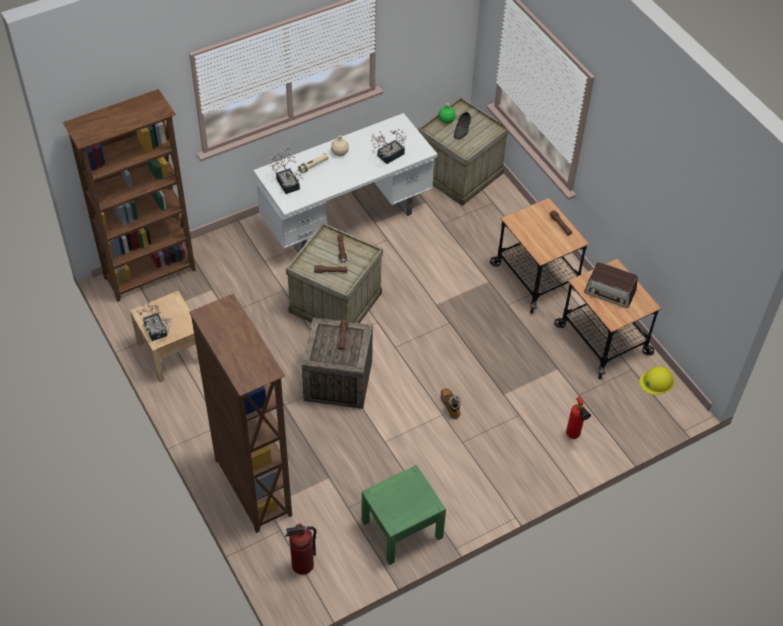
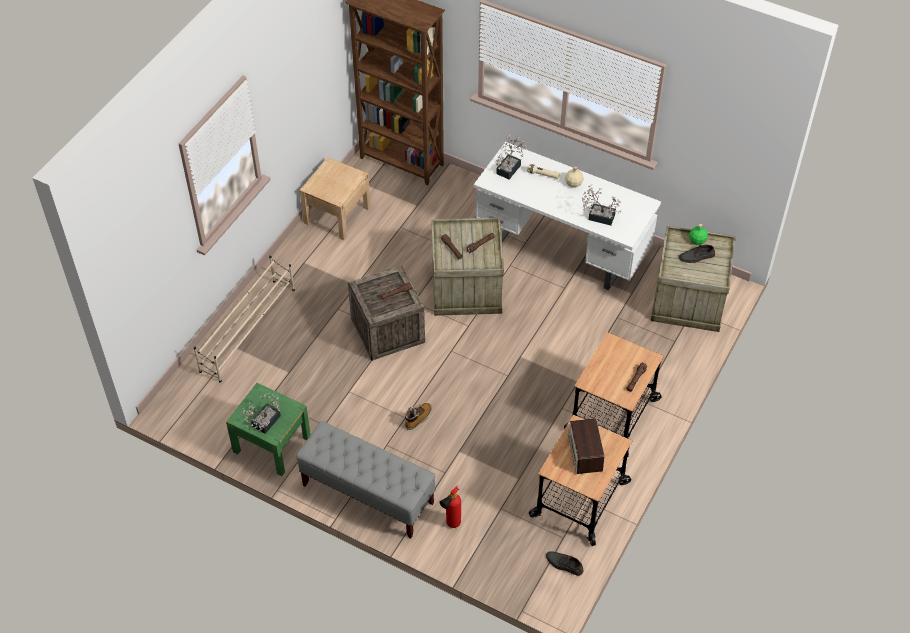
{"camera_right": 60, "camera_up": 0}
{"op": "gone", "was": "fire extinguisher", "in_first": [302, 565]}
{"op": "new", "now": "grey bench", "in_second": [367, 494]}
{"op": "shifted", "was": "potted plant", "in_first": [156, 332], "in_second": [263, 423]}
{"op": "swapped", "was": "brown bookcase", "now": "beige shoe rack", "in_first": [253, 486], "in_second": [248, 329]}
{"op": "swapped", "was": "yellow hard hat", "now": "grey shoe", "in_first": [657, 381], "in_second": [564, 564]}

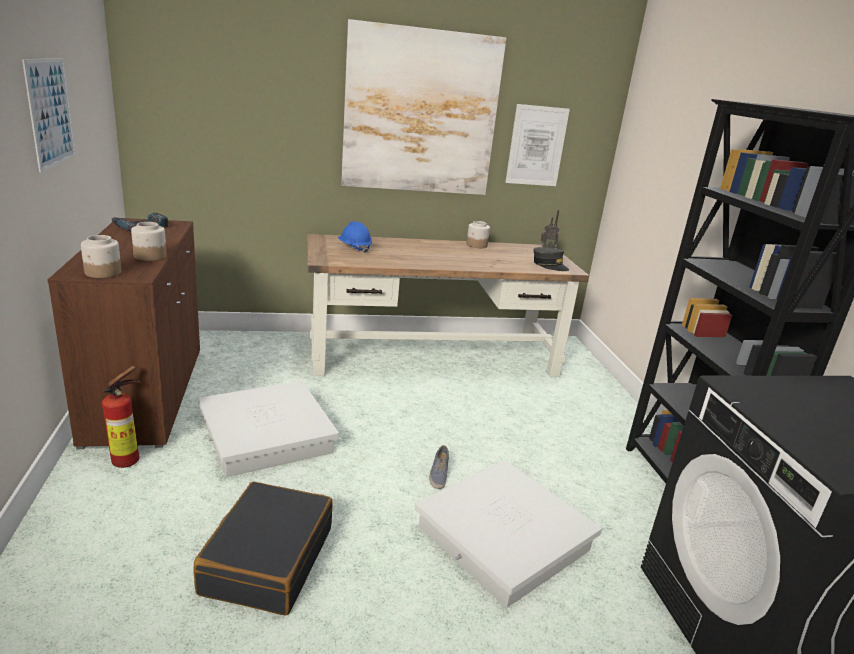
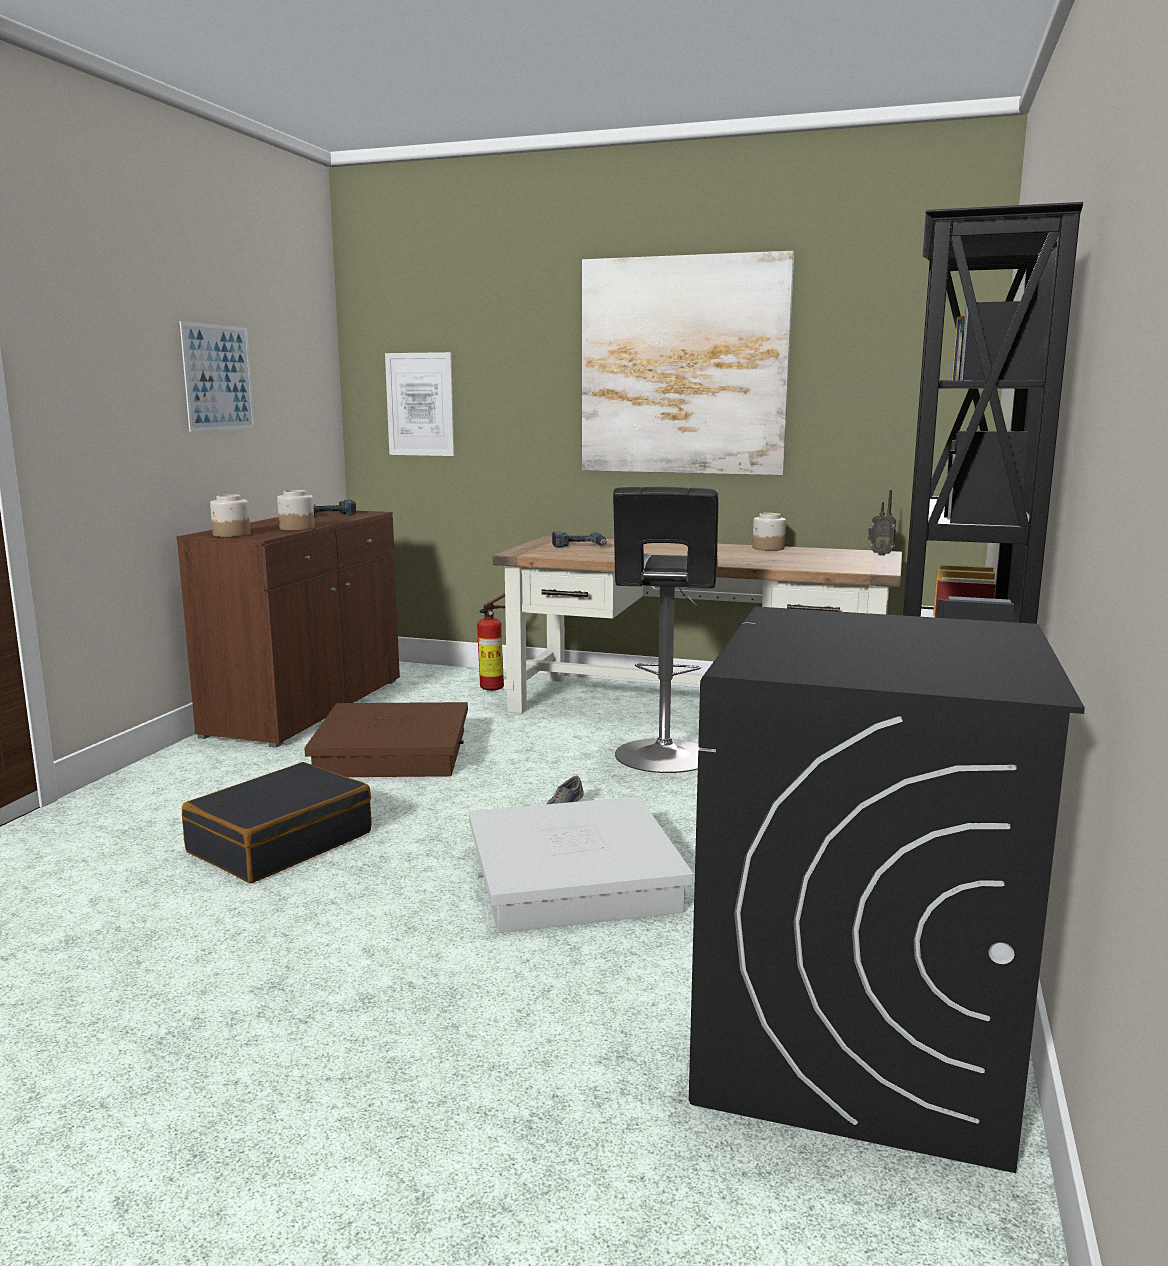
{"camera_right": 30, "camera_up": -10}
{"op": "gone", "was": "grey cap", "in_first": [549, 265]}
{"op": "new", "now": "black stool", "in_second": [663, 758]}
{"op": "shifted", "was": "fire extinguisher", "in_first": [130, 460], "in_second": [496, 688]}
{"op": "shifted", "was": "picture", "in_first": [536, 146], "in_second": [420, 404]}
{"op": "swapped", "was": "blue hard hat", "now": "power drill", "in_first": [354, 248], "in_second": [580, 546]}
{"op": "repainted", "was": "white storage box", "now": "brown storage box", "in_first": [267, 436], "in_second": [392, 753]}

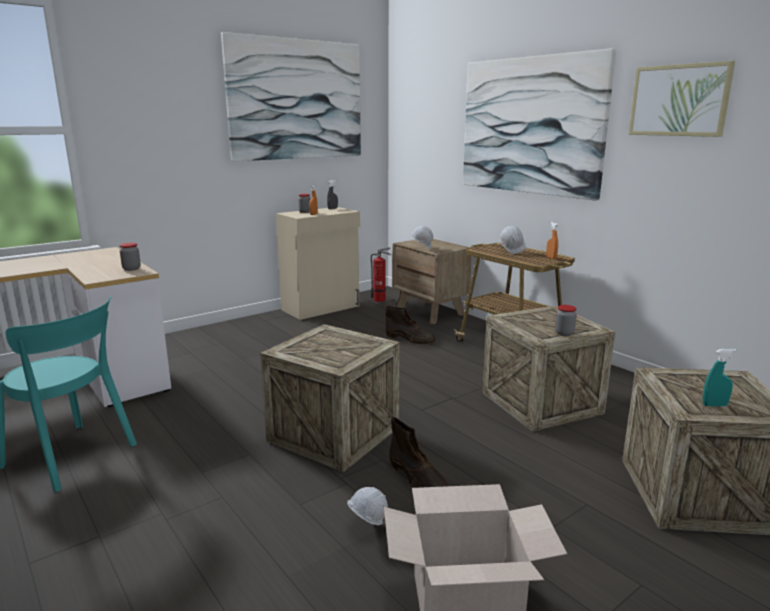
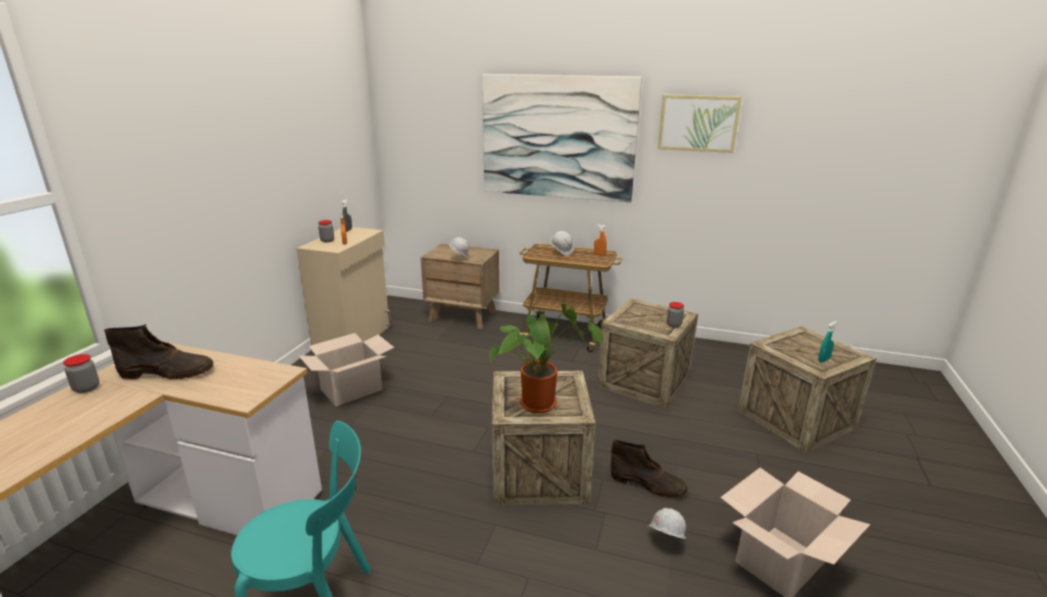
{"camera_right": -35, "camera_up": 5}
{"op": "gone", "was": "picture", "in_first": [296, 100]}
{"op": "gone", "was": "fire extinguisher", "in_first": [381, 300]}
{"op": "new", "now": "cardboard box", "in_second": [351, 390]}
{"op": "new", "now": "potted plant", "in_second": [541, 402]}
{"op": "shifted", "was": "jar", "in_first": [131, 269], "in_second": [86, 388]}
{"op": "shifted", "was": "brown boot", "in_first": [410, 339], "in_second": [168, 373]}

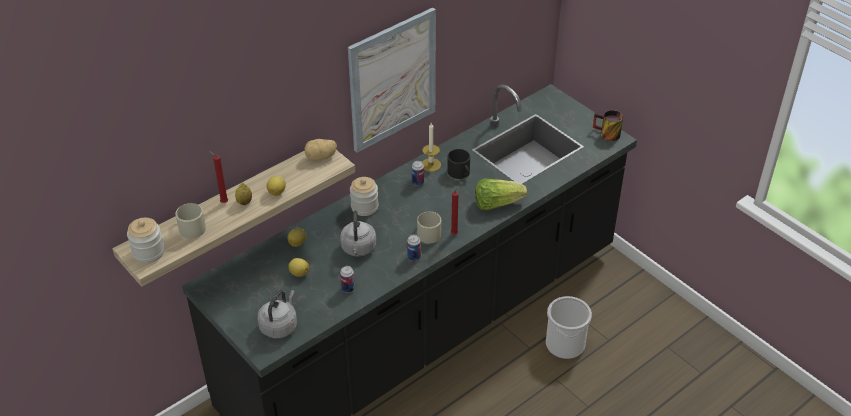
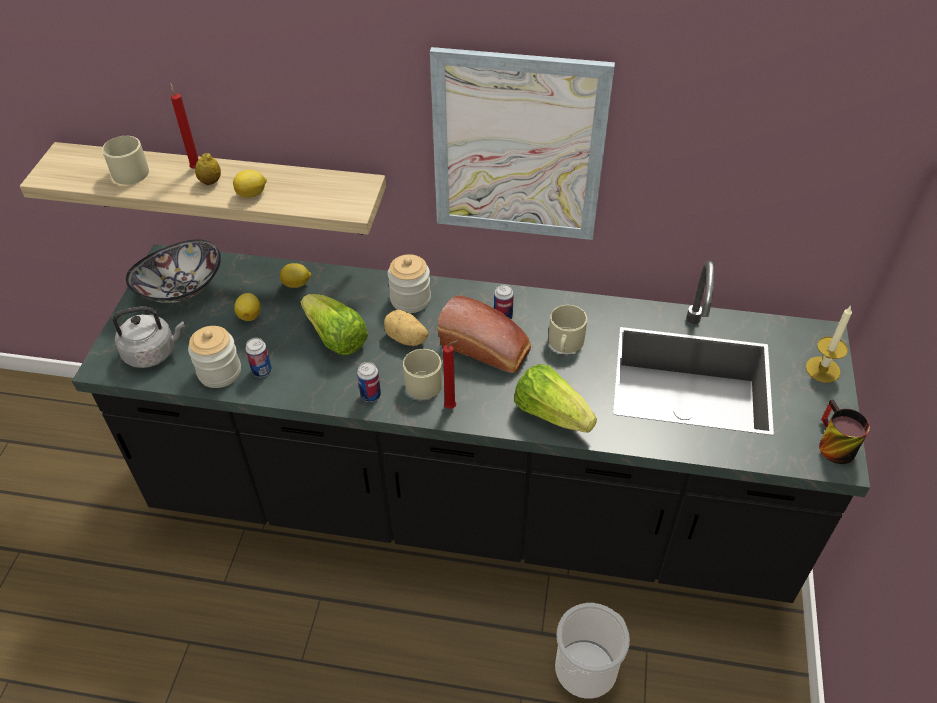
{"camera_right": 50, "camera_up": 5}
{"op": "new", "now": "bowl", "in_second": [181, 289]}
{"op": "new", "now": "bread", "in_second": [487, 349]}
{"op": "shifted", "was": "jar", "in_first": [148, 252], "in_second": [219, 372]}
{"op": "shifted", "was": "potato", "in_first": [321, 157], "in_second": [406, 339]}
{"op": "shifted", "was": "candle", "in_first": [431, 165], "in_second": [822, 369]}
{"op": "swapped", "was": "grey kettle", "now": "lettuce", "in_first": [358, 249], "in_second": [335, 338]}
{"op": "repainted", "was": "black mug", "now": "beige mug", "in_first": [460, 173], "in_second": [565, 343]}

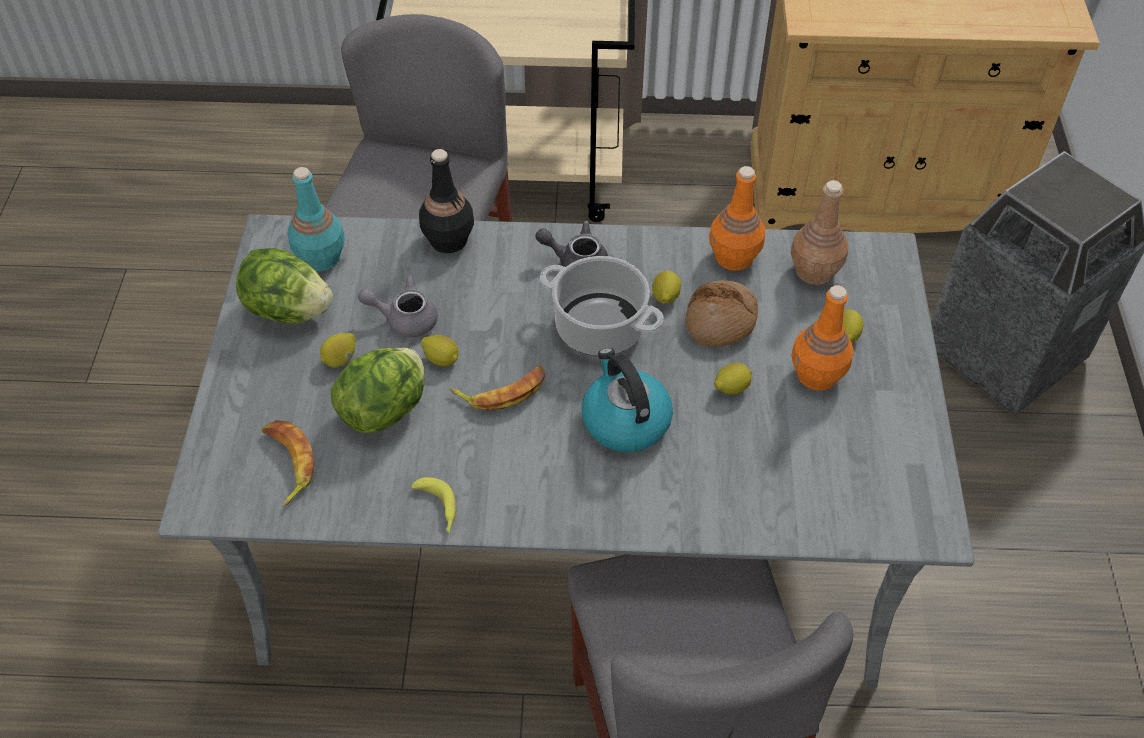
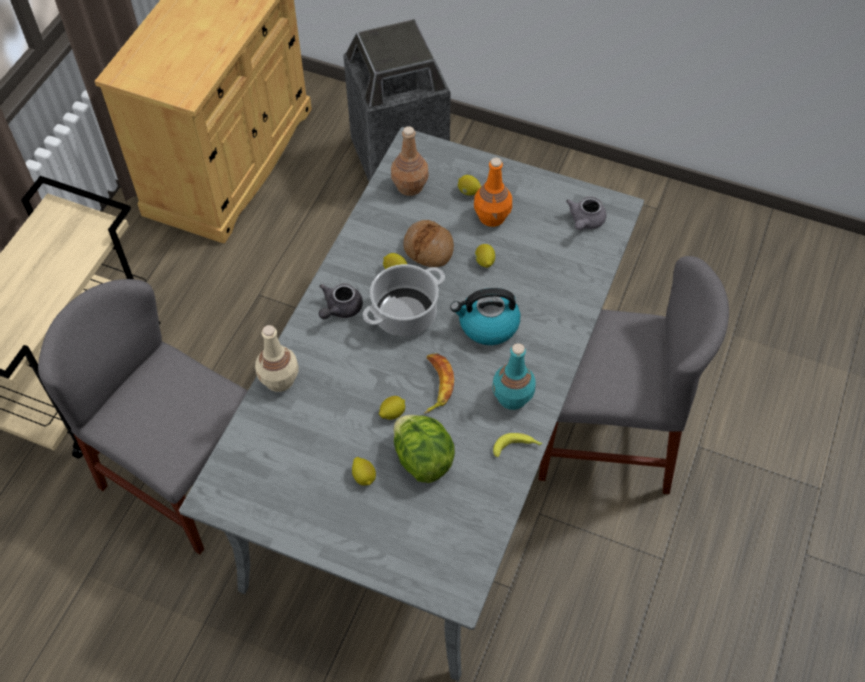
{"camera_right": -70, "camera_up": 5}
{"op": "gone", "was": "lettuce", "in_first": [288, 310]}
{"op": "gone", "was": "banana", "in_first": [287, 463]}
{"op": "gone", "was": "orange bottle", "in_first": [734, 257]}
{"op": "shifted", "was": "turquoise bottle", "in_first": [320, 258], "in_second": [512, 397]}
{"op": "shifted", "was": "grey teapot", "in_first": [404, 319], "in_second": [585, 222]}
{"op": "repainted", "was": "black bottle", "now": "beige bottle", "in_first": [448, 240], "in_second": [280, 380]}

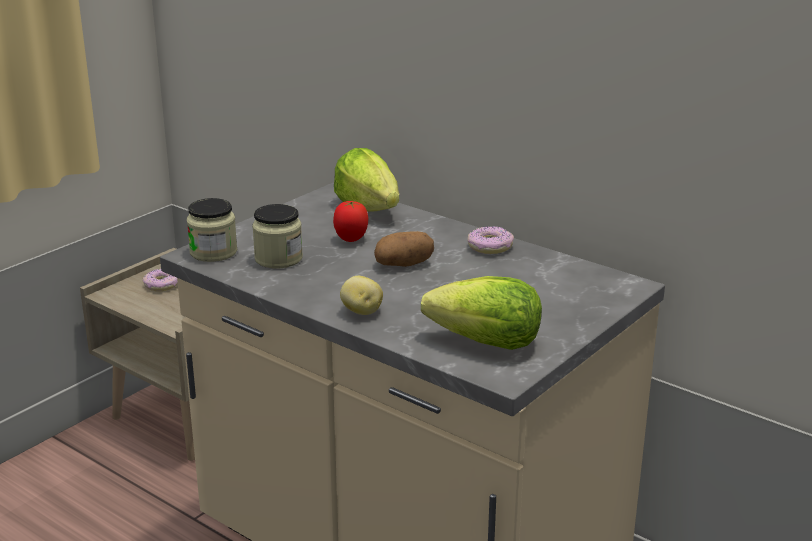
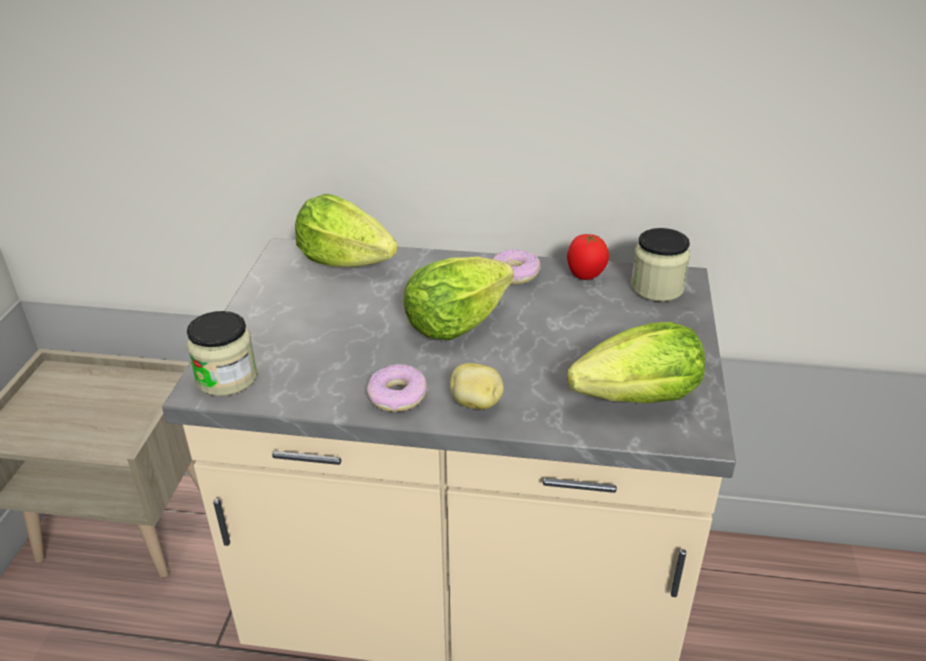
{"camera_right": -30, "camera_up": 10}
{"op": "shifted", "was": "donut", "in_first": [162, 285], "in_second": [398, 396]}
{"op": "shifted", "was": "jar", "in_first": [278, 259], "in_second": [657, 288]}
{"op": "shifted", "was": "tomato", "in_first": [351, 239], "in_second": [585, 276]}
{"op": "swapped", "was": "potato", "now": "lettuce", "in_first": [404, 264], "in_second": [455, 323]}

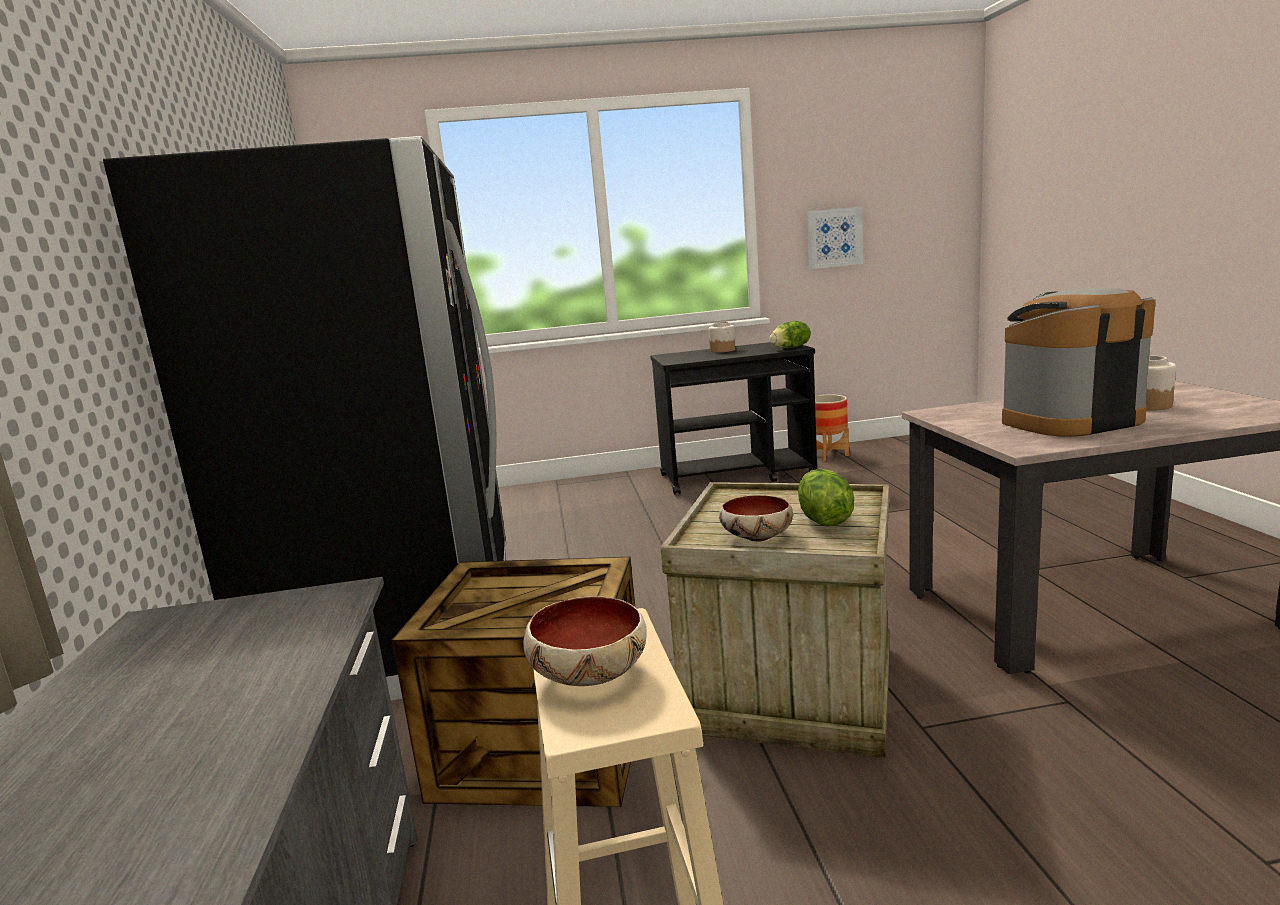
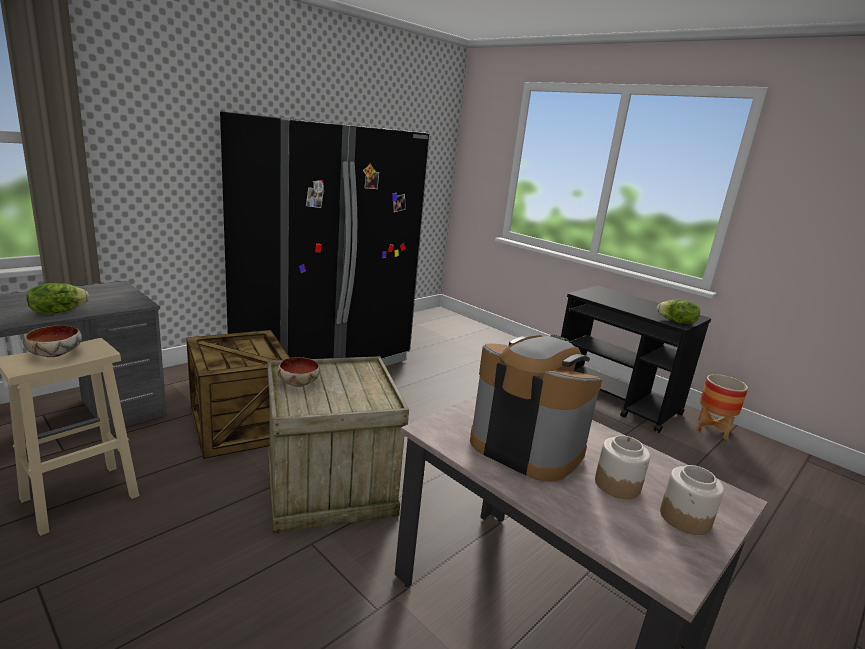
{"camera_right": 50, "camera_up": 5}
{"op": "gone", "was": "picture", "in_first": [834, 237]}
{"op": "shifted", "was": "jar", "in_first": [722, 350], "in_second": [685, 518]}
{"op": "shifted", "was": "lettuce", "in_first": [823, 520], "in_second": [58, 312]}

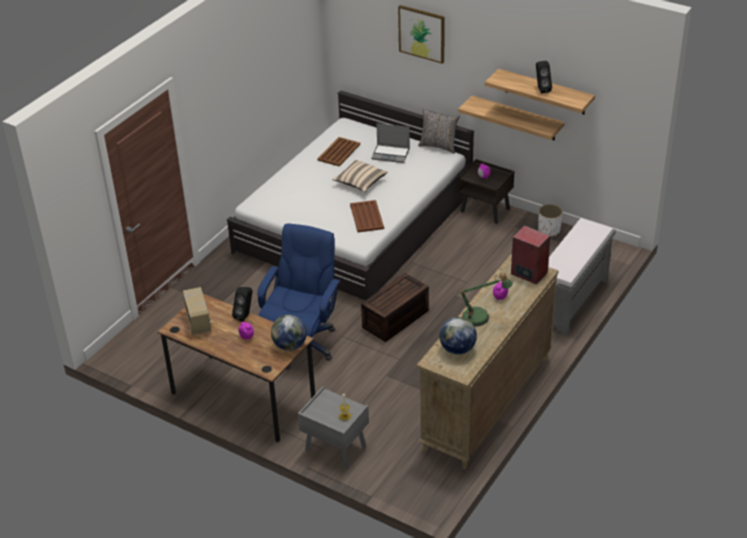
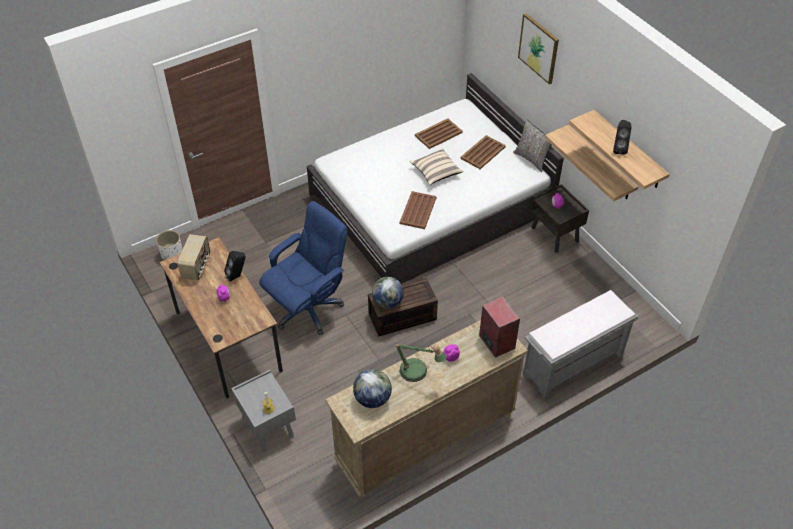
{"camera_right": 25, "camera_up": 10}
{"op": "shifted", "was": "globe", "in_first": [290, 346], "in_second": [387, 302]}
{"op": "shifted", "was": "white planter", "in_first": [549, 230], "in_second": [172, 254]}
{"op": "swapped", "was": "laptop", "now": "brown tray", "in_first": [391, 154], "in_second": [483, 152]}

